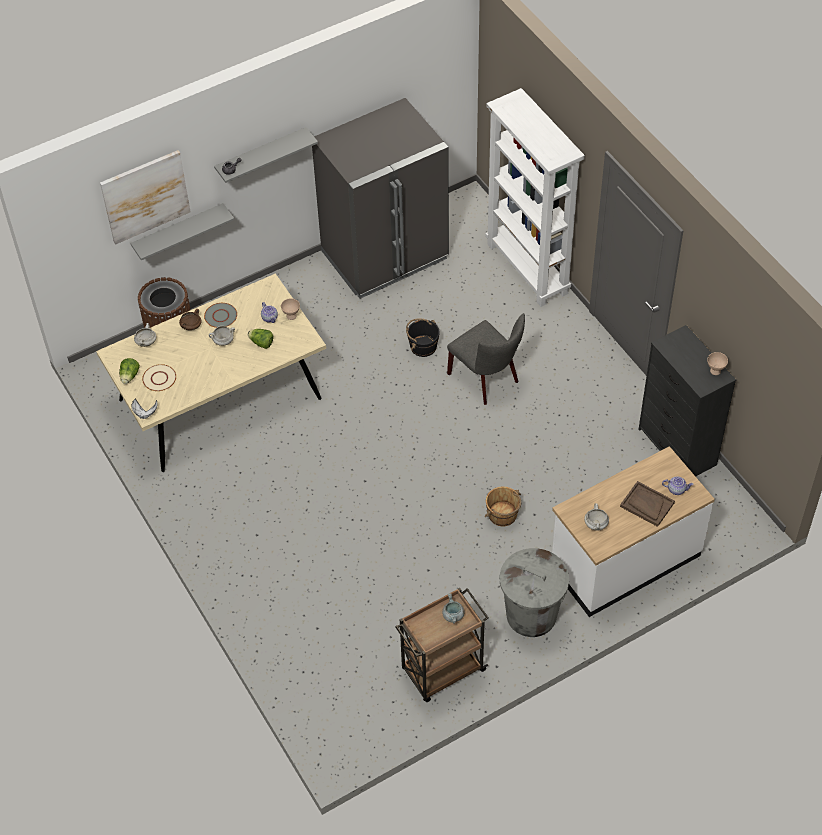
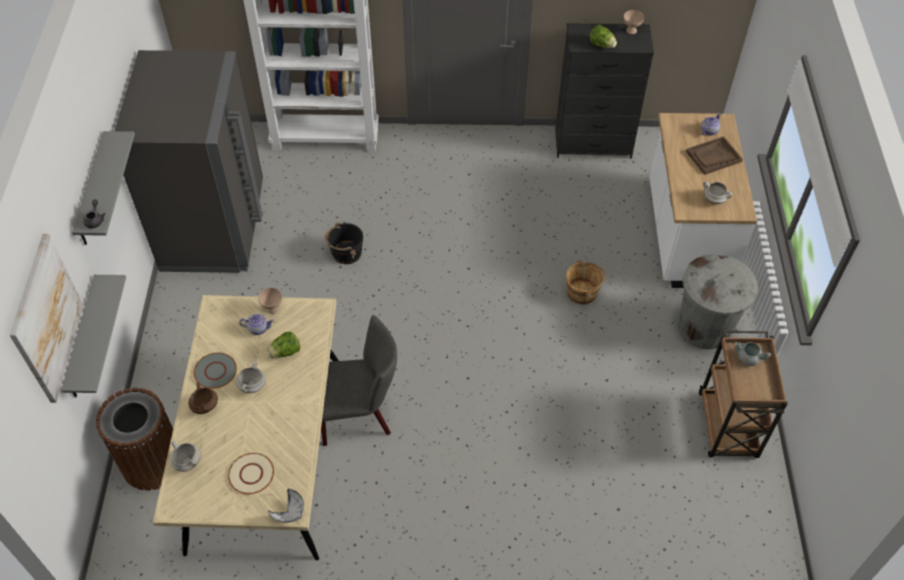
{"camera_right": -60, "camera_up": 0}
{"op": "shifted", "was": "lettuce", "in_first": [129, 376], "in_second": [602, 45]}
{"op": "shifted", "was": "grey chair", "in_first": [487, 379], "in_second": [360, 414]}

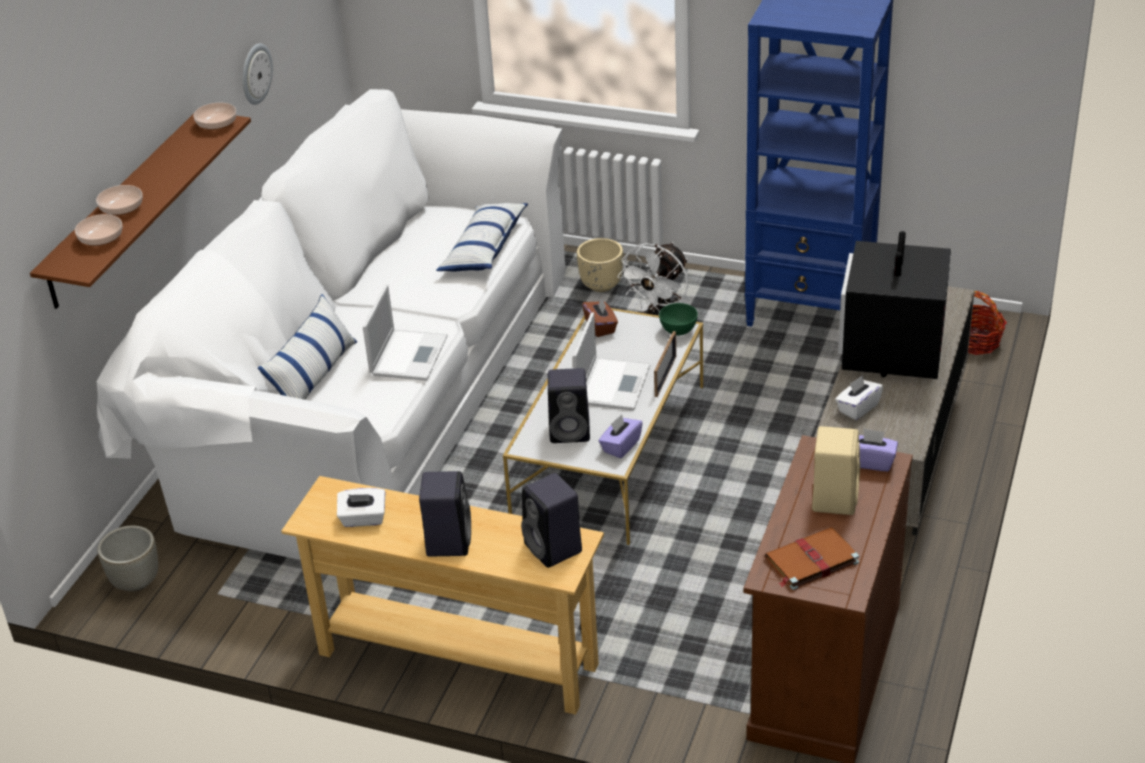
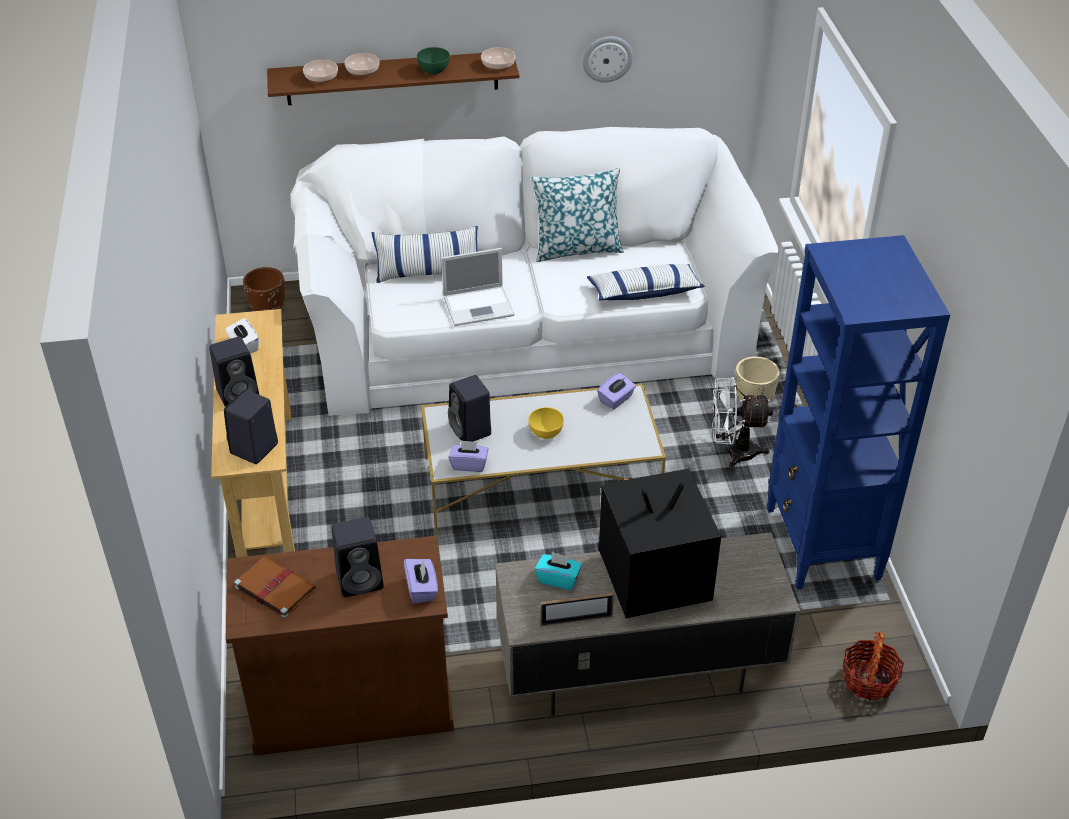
{"camera_right": 60, "camera_up": 5}
{"op": "new", "now": "pillow", "in_second": [576, 248]}
{"op": "shifted", "was": "picture frame", "in_first": [665, 376], "in_second": [576, 620]}
{"op": "shifted", "was": "green bowl", "in_first": [678, 330], "in_second": [434, 71]}
{"op": "swapped", "was": "laptop", "now": "yellow bowl", "in_first": [613, 383], "in_second": [546, 433]}
{"op": "repainted", "was": "grey planter", "now": "brown planter", "in_first": [135, 582], "in_second": [267, 308]}
{"op": "repainted", "was": "brown tissue box", "now": "purple tissue box", "in_first": [600, 327], "in_second": [616, 399]}
{"op": "repainted", "was": "beige speaker", "now": "black speaker", "in_first": [834, 498], "in_second": [361, 579]}
{"op": "repainted", "was": "white tissue box", "now": "turquoise tissue box", "in_first": [858, 408], "in_second": [558, 579]}

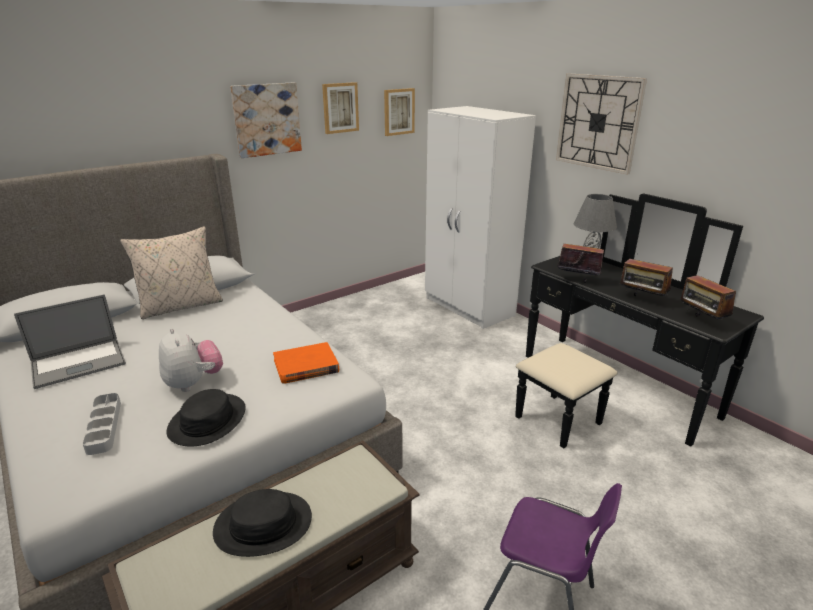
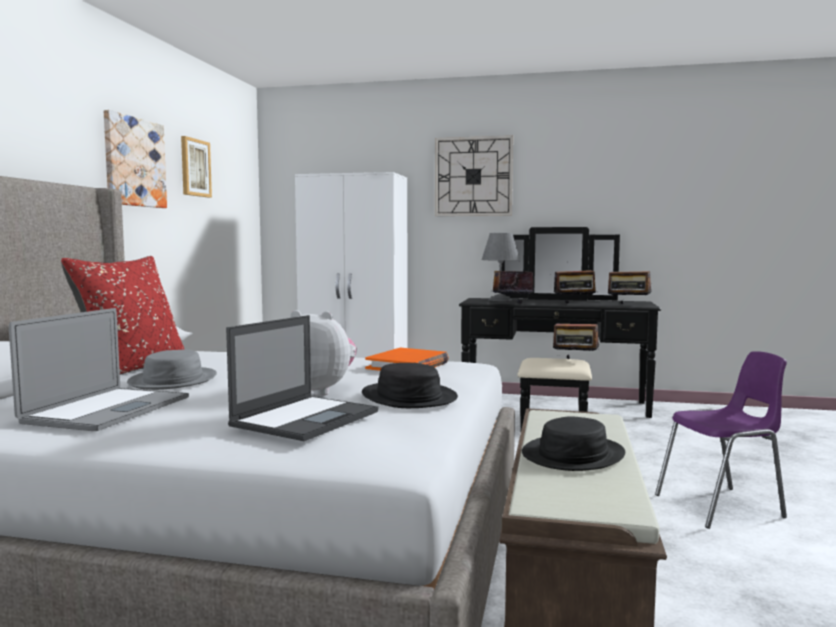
{"camera_right": -40, "camera_up": -20}
{"op": "gone", "was": "picture", "in_first": [398, 111]}
{"op": "new", "now": "grey hat", "in_second": [173, 380]}
{"op": "new", "now": "radio", "in_second": [575, 360]}
{"op": "swapped", "was": "grey tray", "now": "laptop", "in_first": [104, 426], "in_second": [306, 418]}
{"op": "repainted", "was": "beige pillow", "now": "red pillow", "in_first": [181, 306], "in_second": [133, 368]}

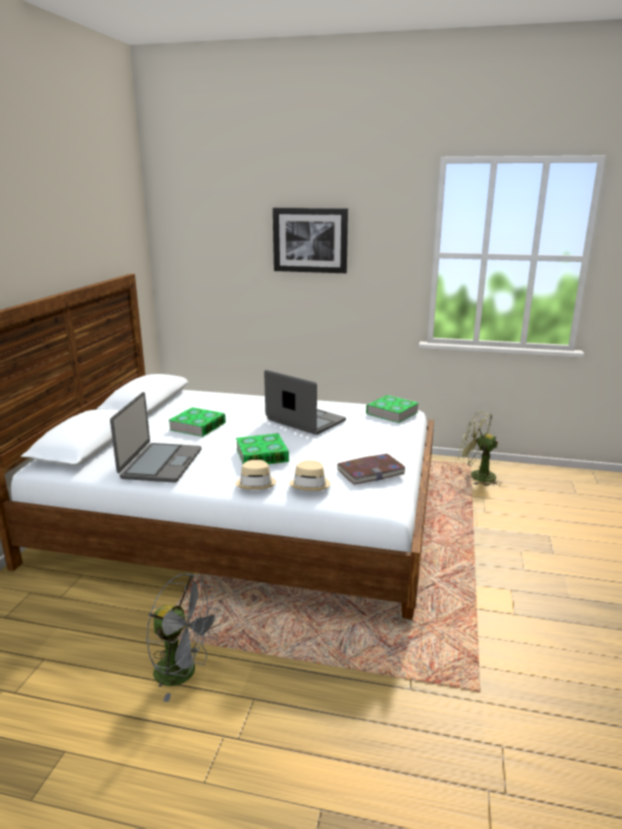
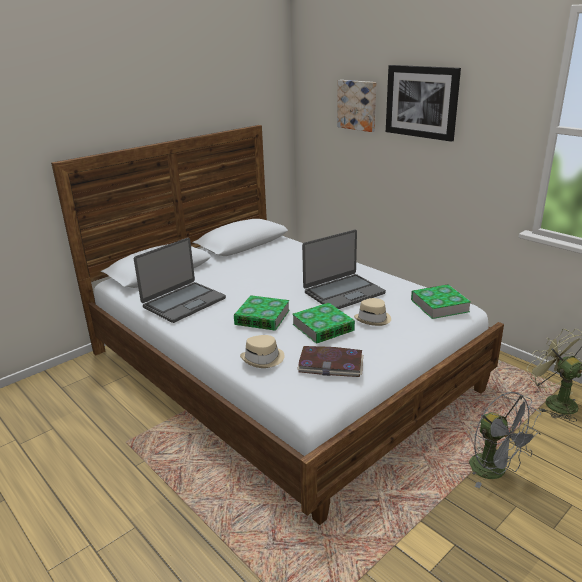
{"camera_right": 35, "camera_up": 5}
{"op": "new", "now": "picture", "in_second": [357, 105]}
{"op": "shifted", "was": "grey fan", "in_first": [184, 672], "in_second": [494, 471]}
{"op": "shifted", "was": "book", "in_first": [198, 426], "in_second": [323, 327]}
{"op": "shifted", "was": "beige hat", "in_first": [256, 483], "in_second": [373, 319]}
{"op": "rotated", "was": "laptop", "in_first": [305, 421], "in_second": [343, 293], "clockwise": 75}

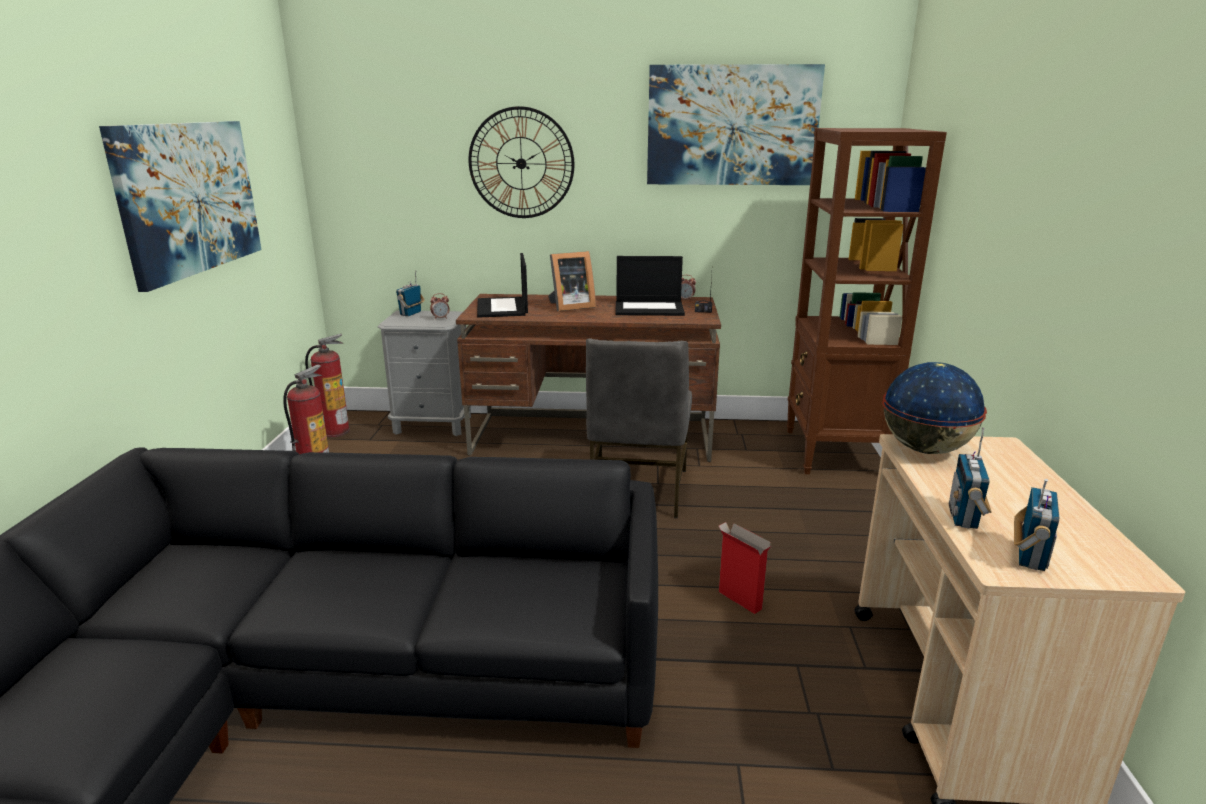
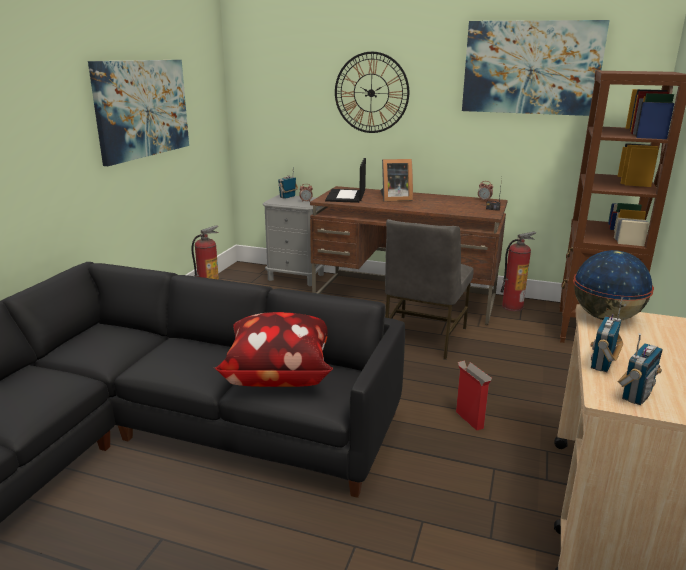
{"camera_right": 15, "camera_up": 0}
{"op": "gone", "was": "laptop", "in_first": [650, 309]}
{"op": "new", "now": "pillow", "in_second": [278, 374]}
{"op": "shifted", "was": "fire extinguisher", "in_first": [336, 431], "in_second": [512, 307]}

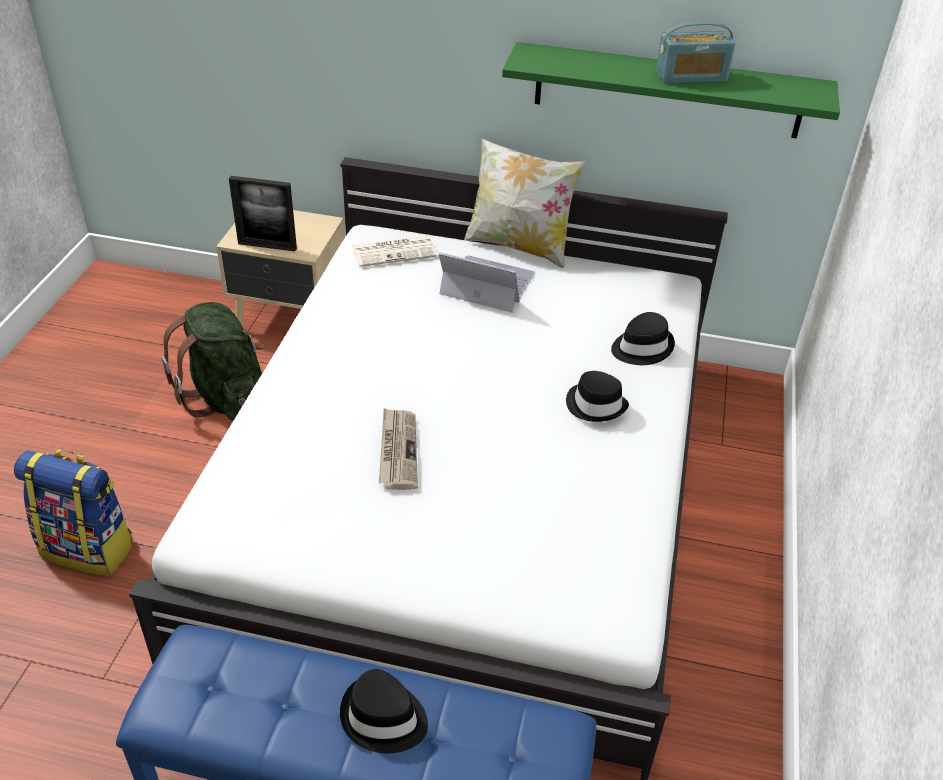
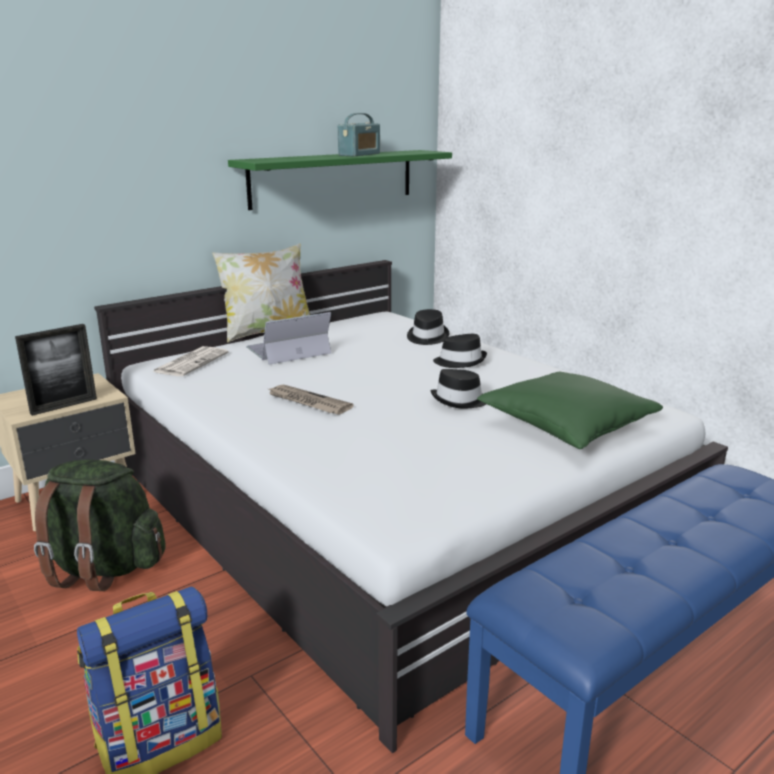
{"camera_right": -50, "camera_up": -20}
{"op": "new", "now": "green pillow", "in_second": [566, 426]}
{"op": "shifted", "was": "black hat", "in_first": [383, 718], "in_second": [460, 400]}
{"op": "shifted", "was": "newspaper", "in_first": [397, 450], "in_second": [307, 402]}

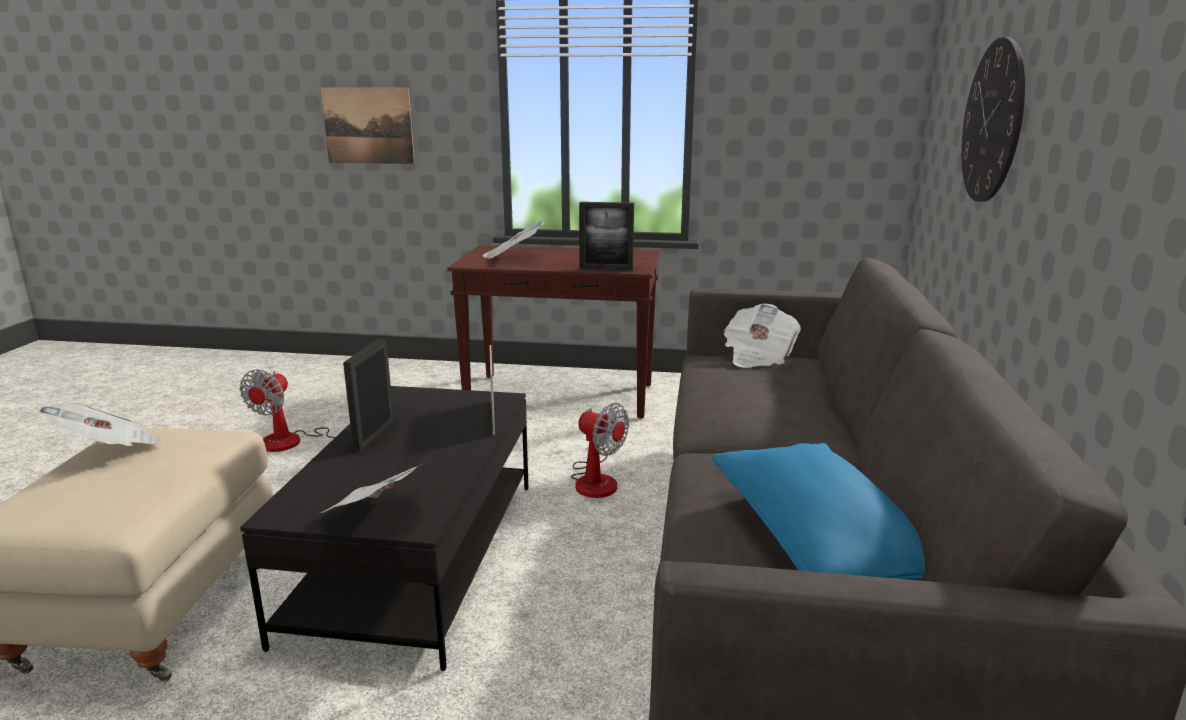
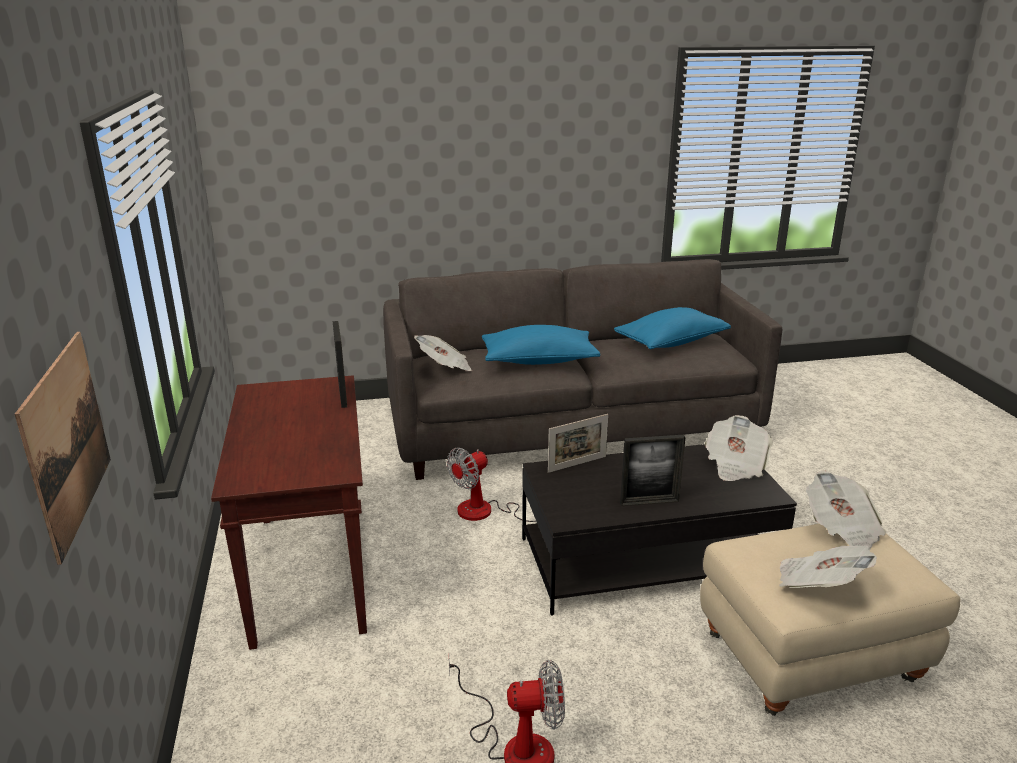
{"camera_right": -110, "camera_up": 5}
{"op": "gone", "was": "wall clock", "in_first": [992, 121]}
{"op": "new", "now": "blue pillow", "in_second": [539, 361]}
{"op": "shifted", "was": "newspaper", "in_first": [512, 257], "in_second": [842, 530]}
{"op": "rotated", "was": "fan", "in_first": [595, 479], "in_second": [487, 512], "clockwise": -150}

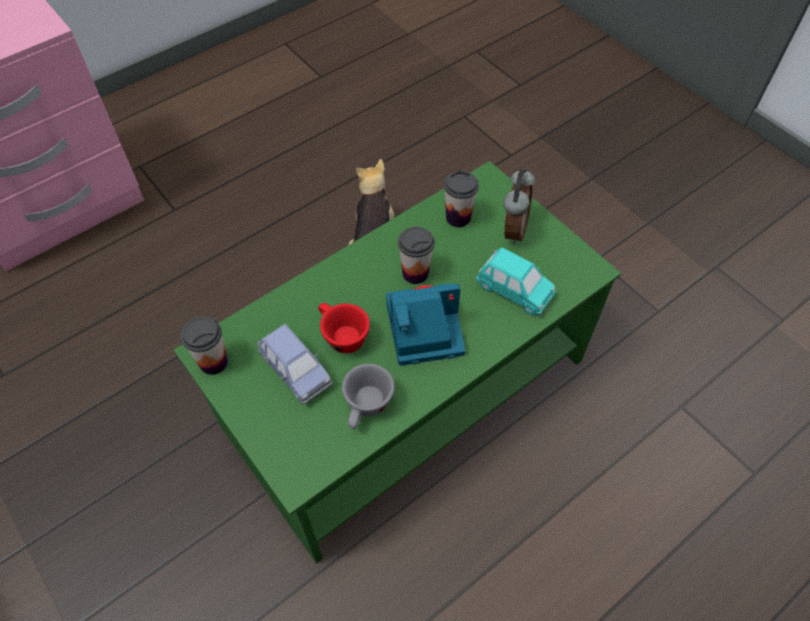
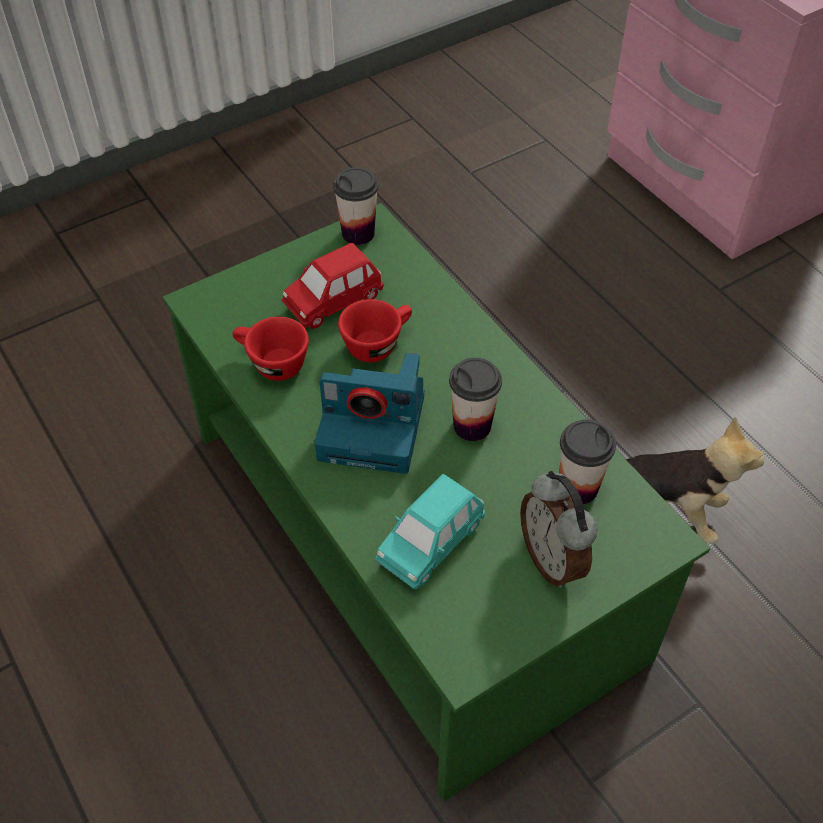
{"camera_right": 95, "camera_up": -5}
{"op": "repainted", "was": "blue toy car", "now": "red toy car", "in_first": [296, 371], "in_second": [333, 301]}
{"op": "repainted", "was": "grey cup", "now": "red cup", "in_first": [367, 408], "in_second": [271, 363]}
{"op": "rotated", "was": "photo camera", "in_first": [422, 330], "in_second": [375, 426], "clockwise": 105}
{"op": "rotated", "was": "alarm clock", "in_first": [513, 229], "in_second": [553, 559], "clockwise": 45}

